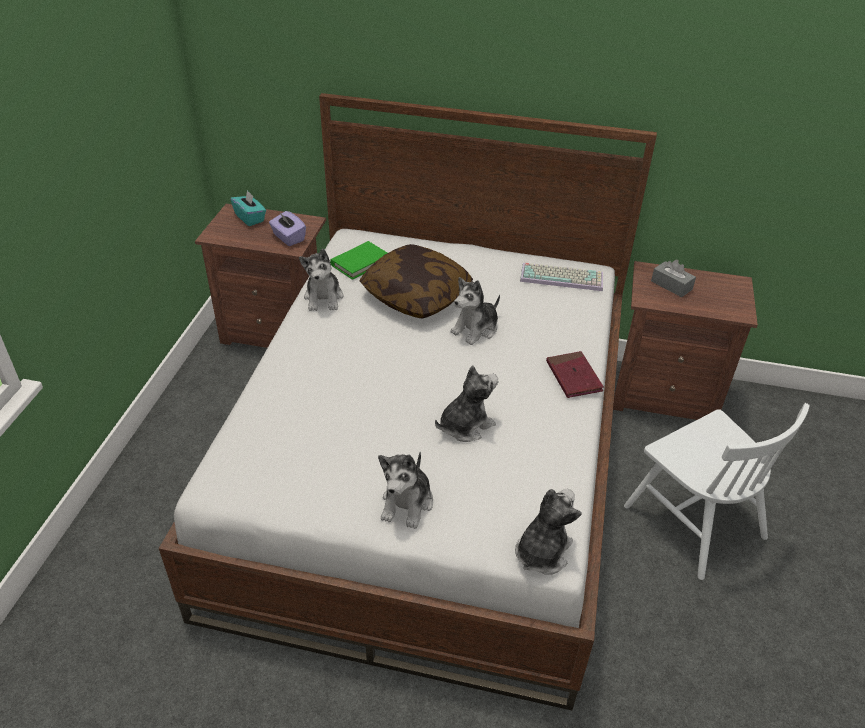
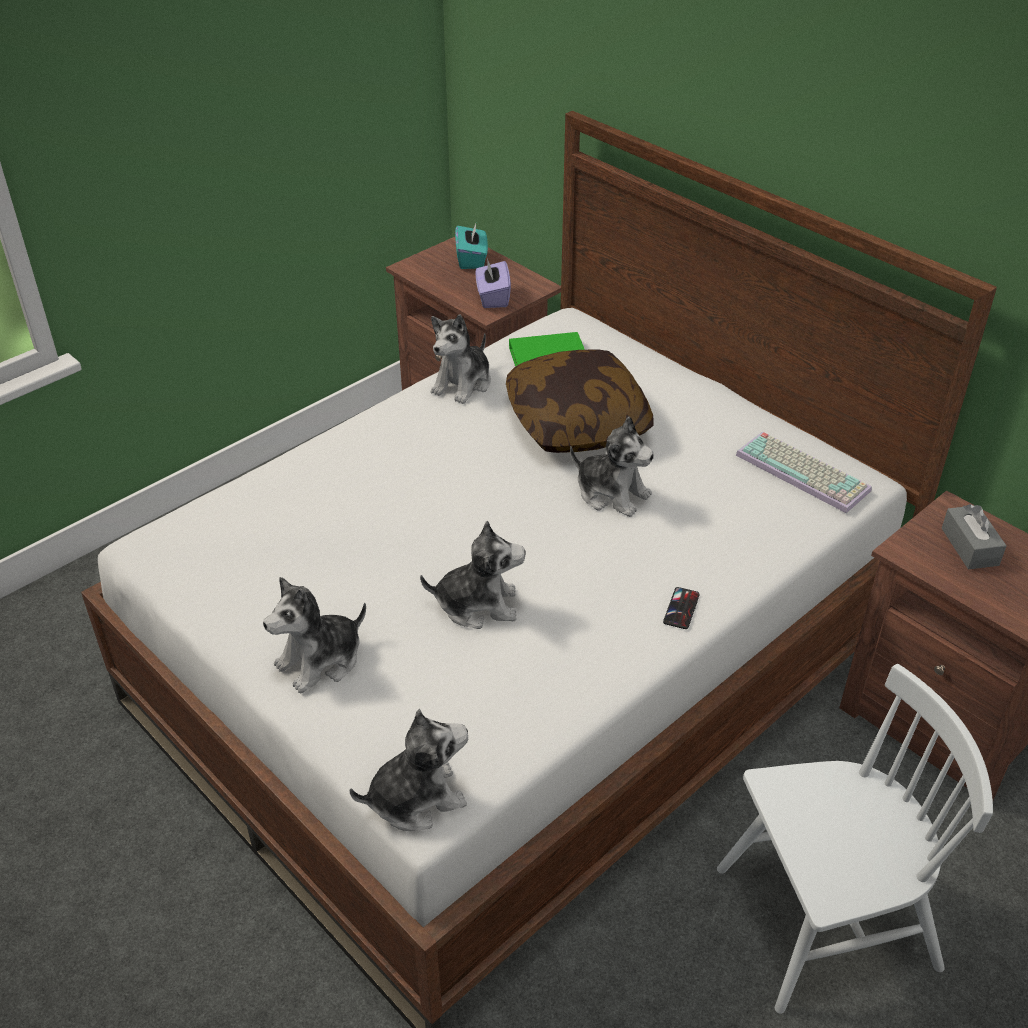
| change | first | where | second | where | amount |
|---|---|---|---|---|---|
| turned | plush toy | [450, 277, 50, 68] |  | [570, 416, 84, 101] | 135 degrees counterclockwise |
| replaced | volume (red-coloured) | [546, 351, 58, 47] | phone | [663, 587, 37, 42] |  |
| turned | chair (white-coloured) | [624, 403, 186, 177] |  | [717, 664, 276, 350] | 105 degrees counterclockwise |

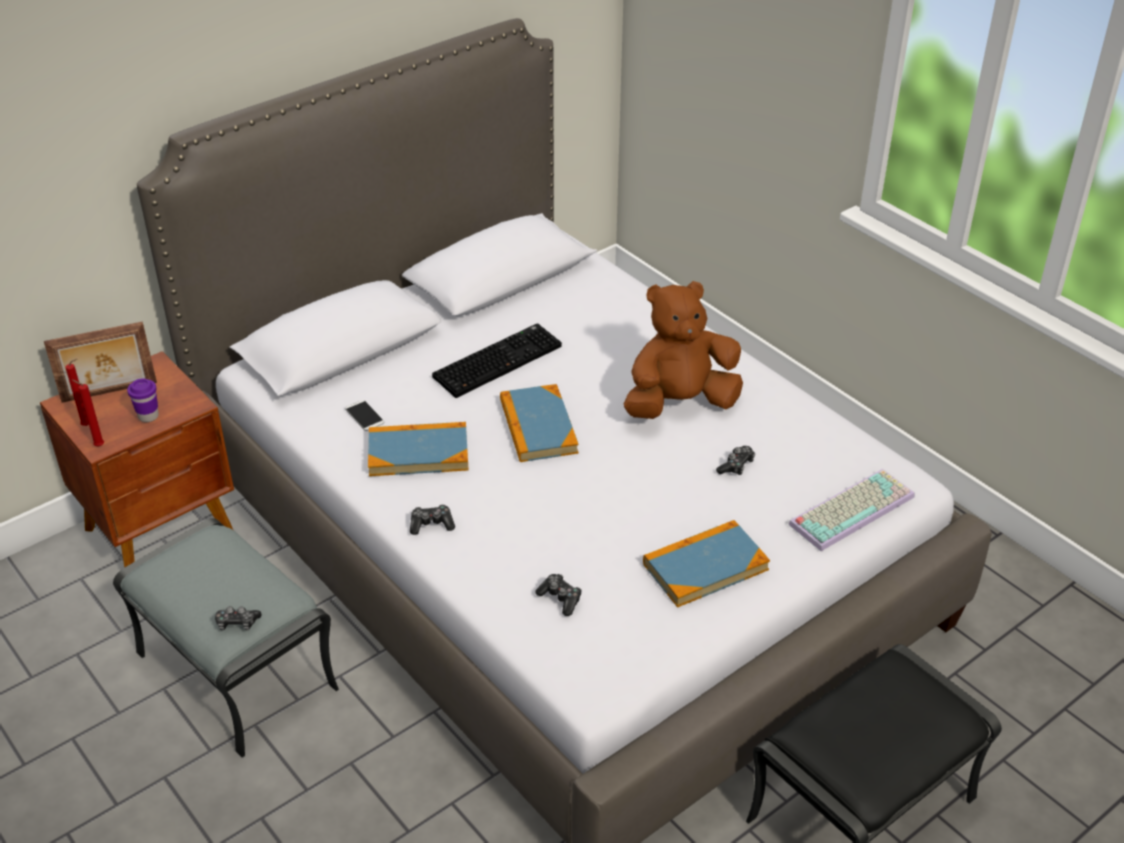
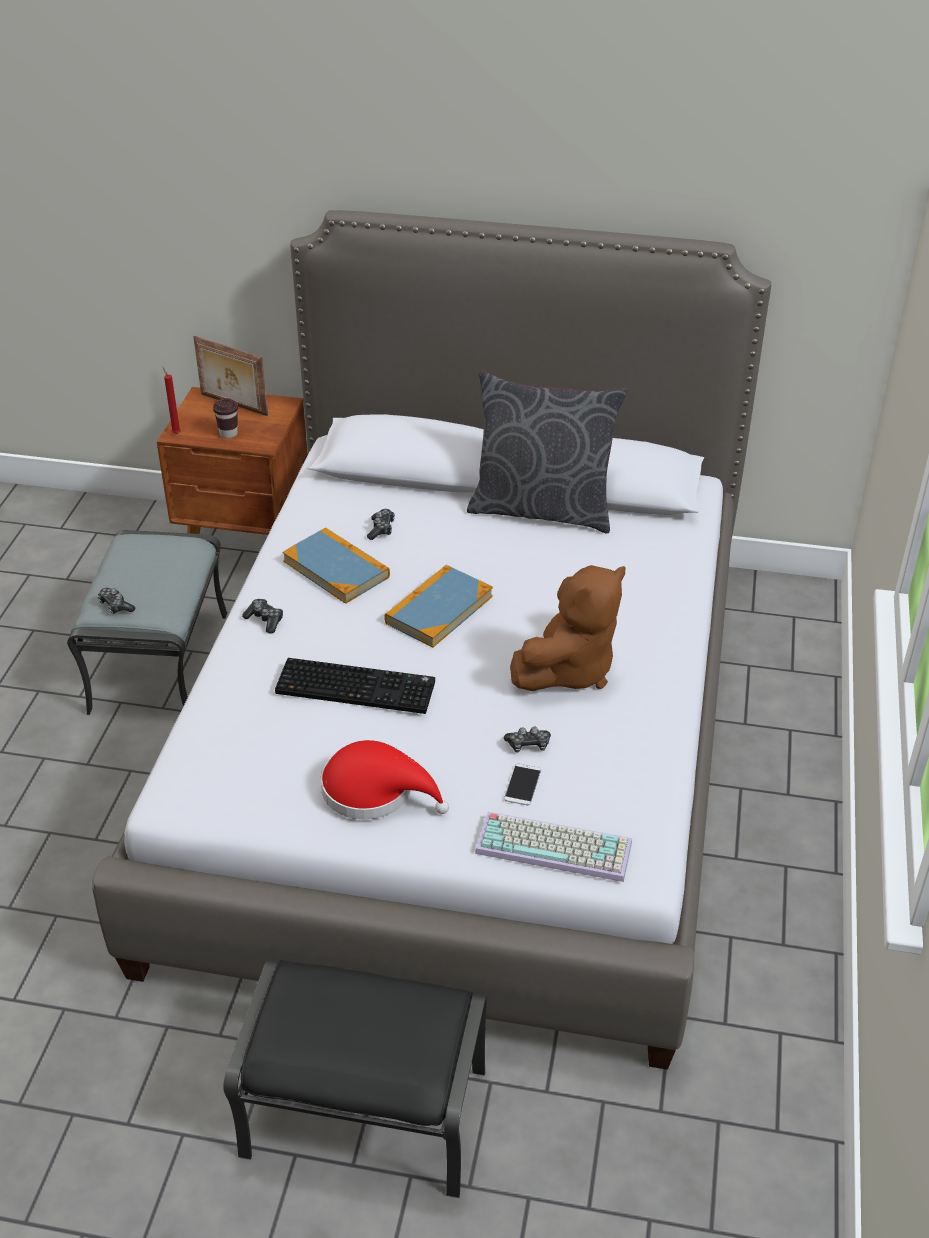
| change | first | where | second | where | amount |
|---|---|---|---|---|---|
| turned | plush toy (brown-coloured) | [624, 281, 119, 138] |  | [510, 565, 115, 126] | 105 degrees clockwise |
| moved | keyboard | [432, 323, 130, 75] |  | [275, 658, 160, 56] |  |
| removed | candle (red-coloured) | [66, 359, 23, 67] |  |  |  |
| recoloured | cup (purple-coloured) | [127, 378, 32, 44] | cup (brown-coloured) | [213, 398, 25, 40] |  |
| moved | phone | [345, 400, 39, 31] |  | [504, 764, 37, 41] |  |
| replaced | volume | [643, 520, 127, 88] | clothing hat (red-coloured) | [321, 740, 128, 80] |  |
| moved | game controller | [535, 574, 47, 42] |  | [367, 509, 28, 31] |  |
| added |  |  | throw pillow (gray) | [467, 371, 160, 163] |  |

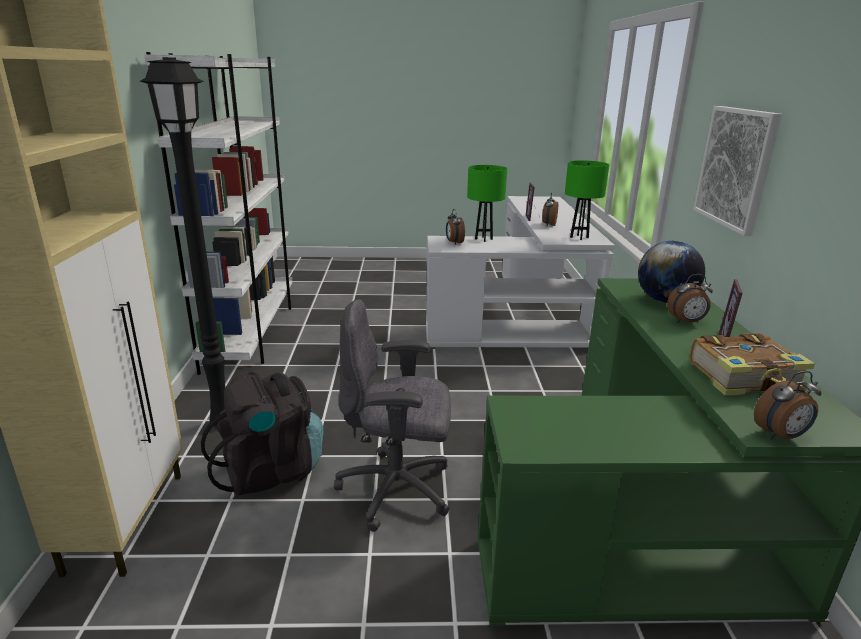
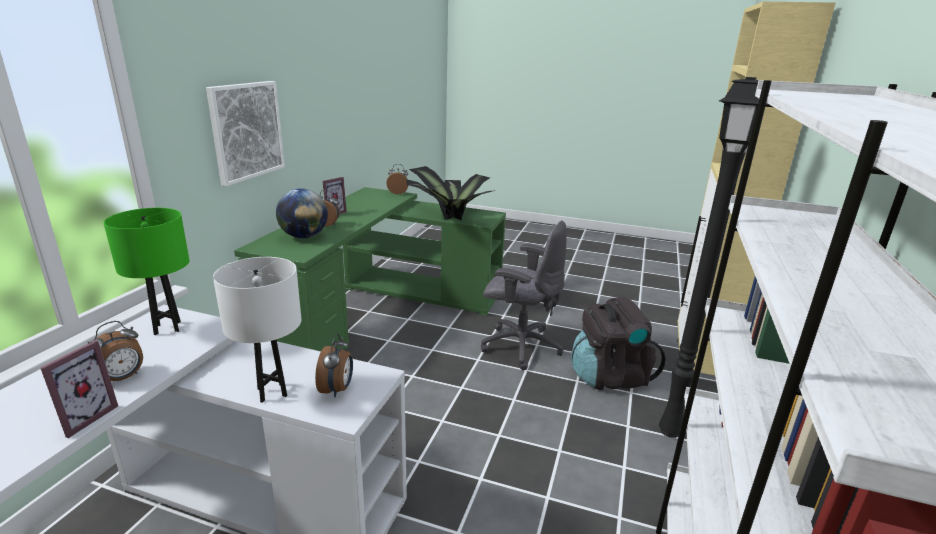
| change | first | where | second | where | amount |
|---|---|---|---|---|---|
| recoloured | tabletop lamp (green-coloured) | [467, 165, 40, 77] | tabletop lamp (white-coloured) | [213, 257, 88, 146] |  |
| removed | volume | [689, 333, 126, 63] |  |  |  |
| added |  |  | plant in a pot | [406, 166, 90, 54] |  |

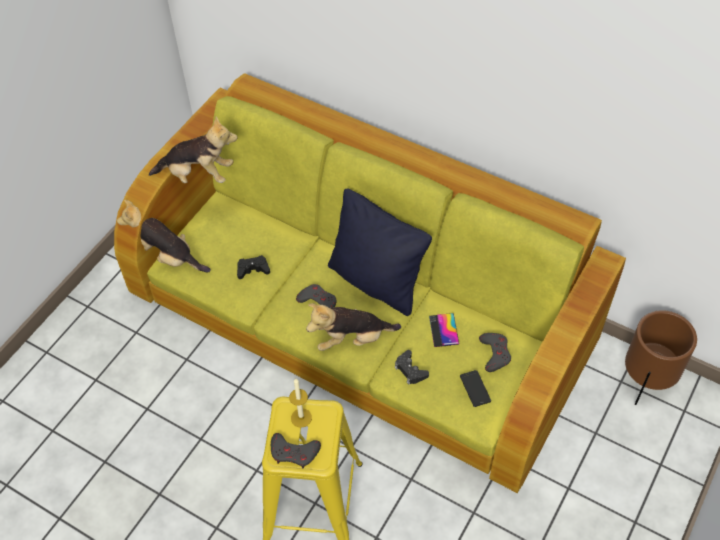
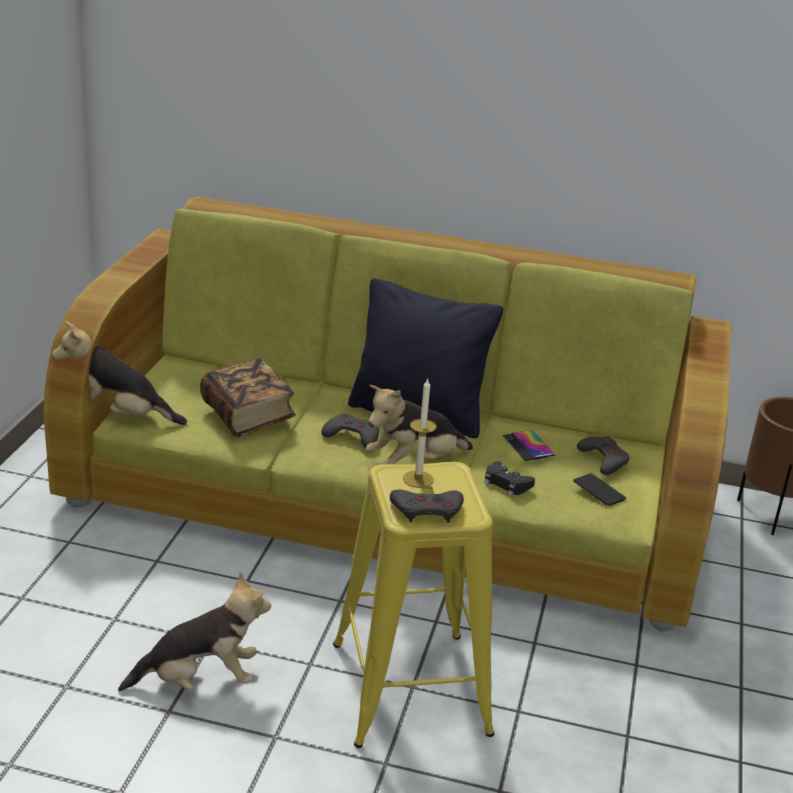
| change | first | where | second | where | amount |
|---|---|---|---|---|---|
| moved | plush toy | [149, 116, 89, 67] |  | [118, 572, 153, 120] |  |
| replaced | game controller (blackish) | [237, 255, 33, 24] | volume | [200, 358, 96, 79] |  |

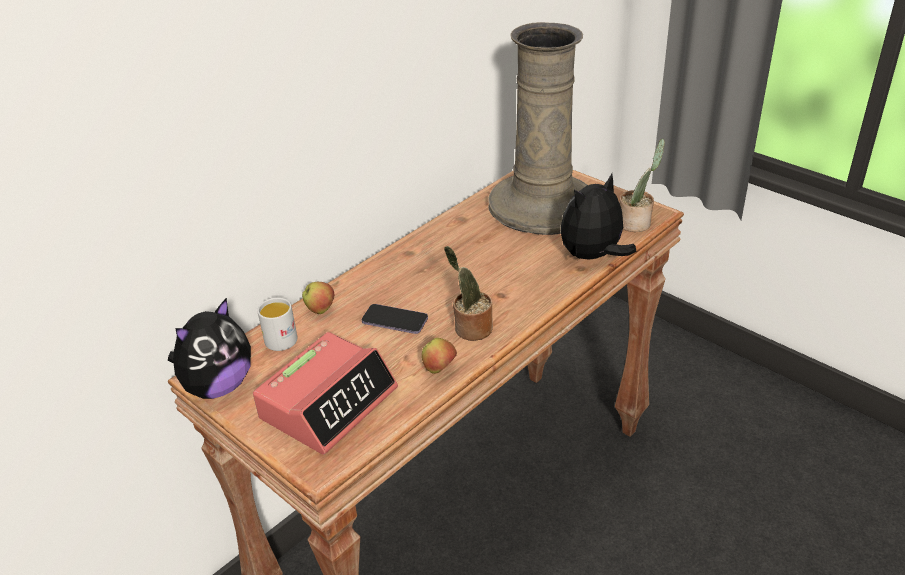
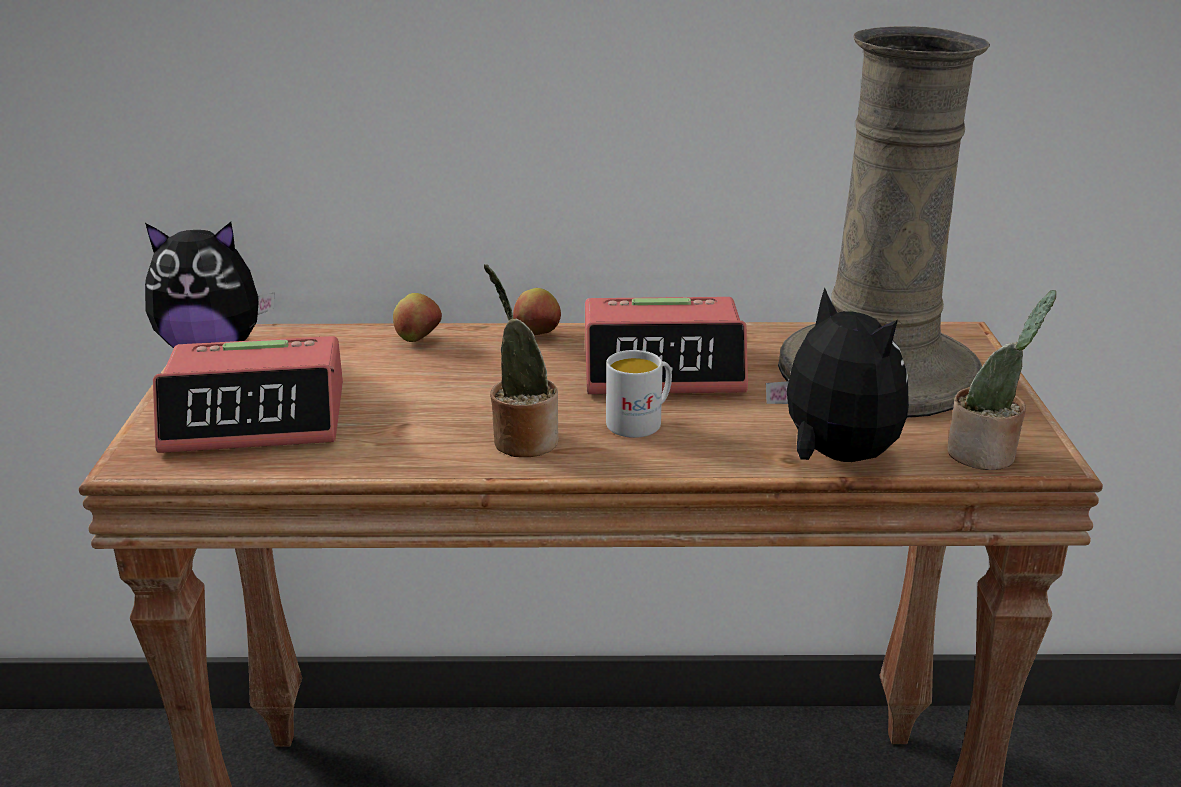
| change | first | where | second | where | amount |
|---|---|---|---|---|---|
| turned | plush toy | [561, 174, 75, 86] |  | [766, 287, 143, 175] | 45 degrees clockwise |
| moved | tea mug (white-coloured) | [257, 298, 40, 53] |  | [606, 350, 66, 88] |  |
| removed | phone | [362, 304, 66, 30] |  |  |  |
| moved | whole apple | [422, 338, 35, 36] |  | [513, 288, 48, 47] |  |
| added |  |  | table clock | [585, 297, 163, 97] |  |

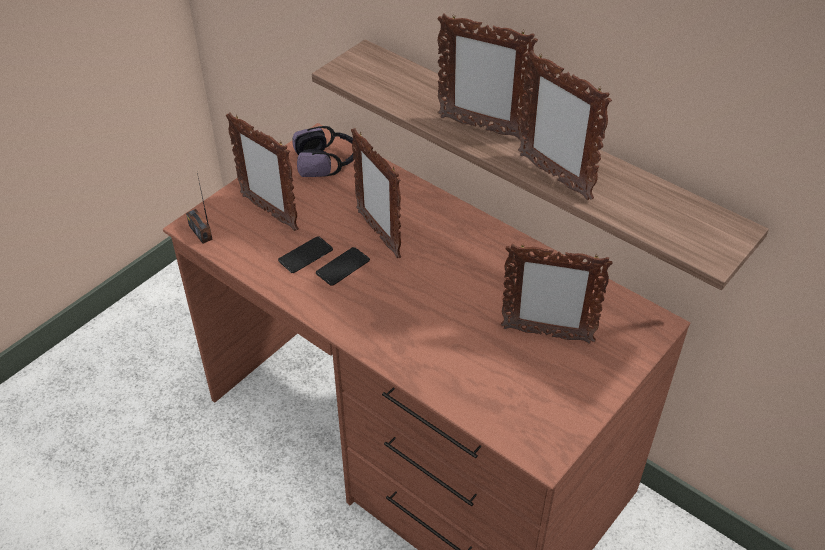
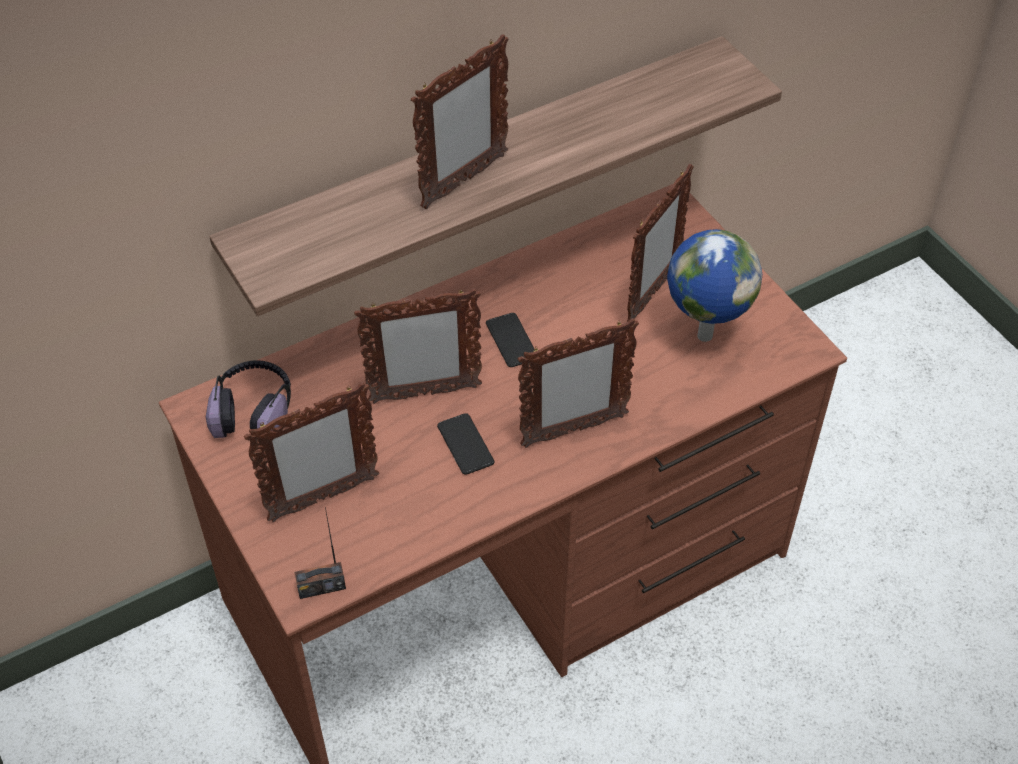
| change | first | where | second | where | amount |
|---|---|---|---|---|---|
| moved | photo frame | [518, 50, 94, 150] |  | [518, 318, 121, 130] |  |
| moved | phone | [278, 236, 55, 37] |  | [486, 313, 49, 54] |  |
| added |  |  | world globe | [667, 229, 95, 113] |  |

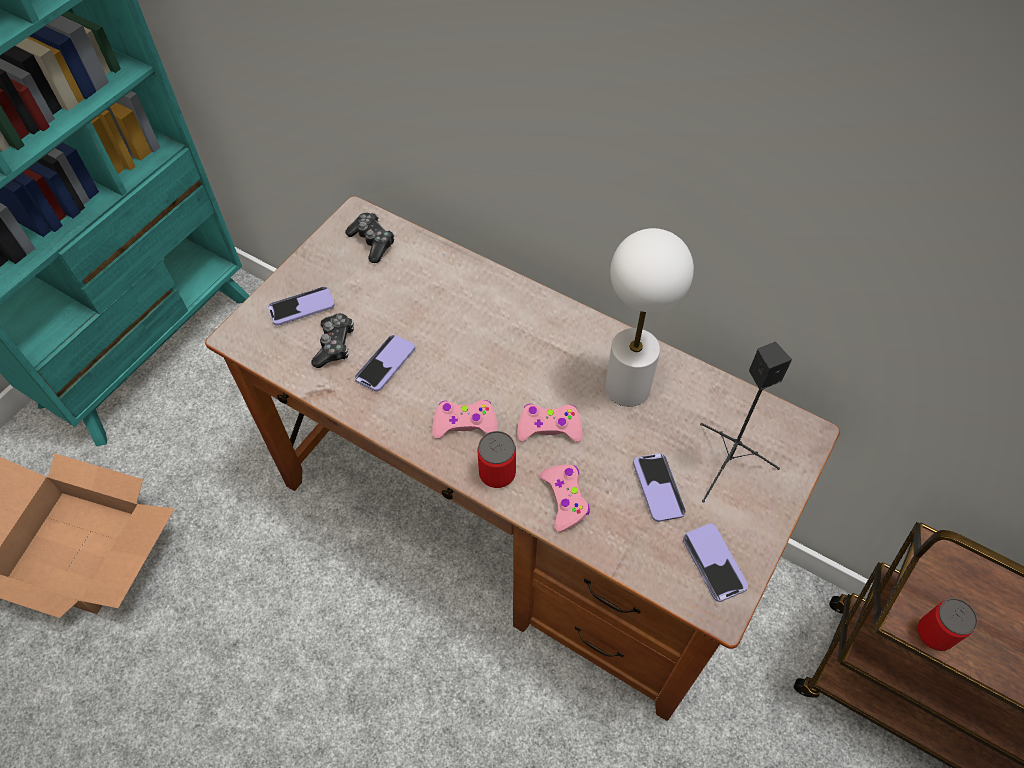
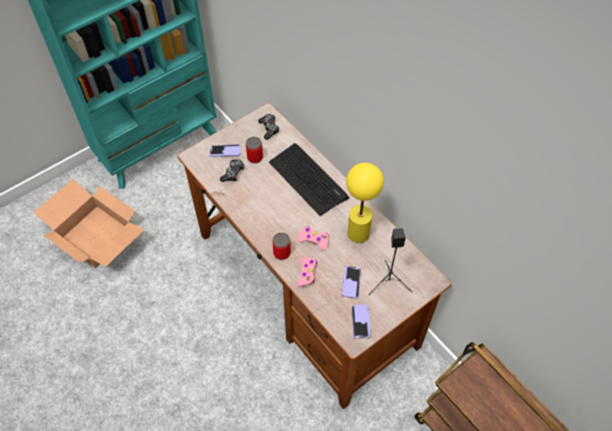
| change | first | where | second | where | amount |
|---|---|---|---|---|---|
| recoloured | tabletop lamp (white-coloured) | [605, 228, 89, 179] | tabletop lamp (yellowish) | [346, 163, 38, 80] |  |
| removed | phone | [355, 335, 60, 57] |  |  |  |
| removed | game controller (pinkish) | [432, 400, 66, 39] |  |  |  |
| moved | sealed can | [918, 598, 60, 53] |  | [246, 137, 17, 26] |  |
| added |  |  | keyboard | [269, 143, 80, 73] |  |

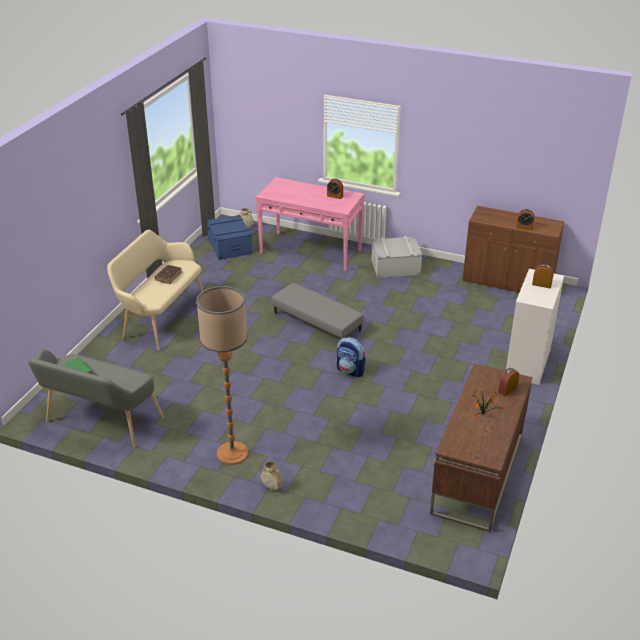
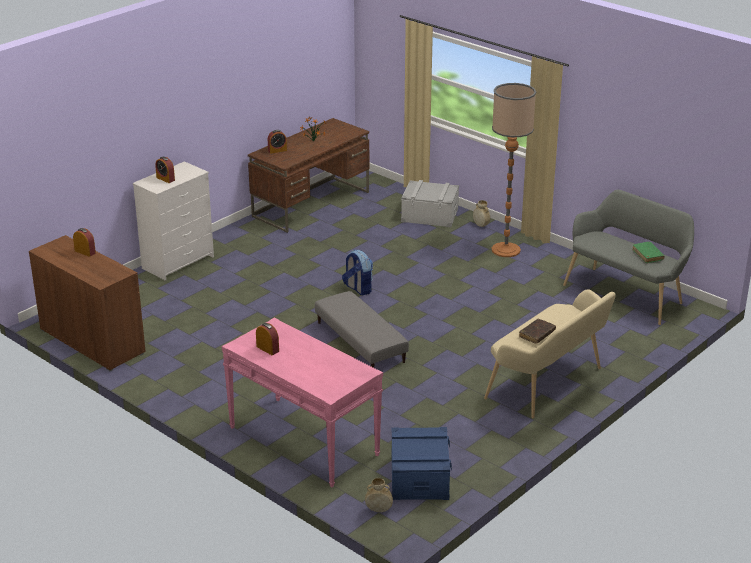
| change | first | where | second | where | amount |
|---|---|---|---|---|---|
| moved | storage container (gray) | [371, 236, 51, 42] |  | [401, 180, 58, 47] |  |

